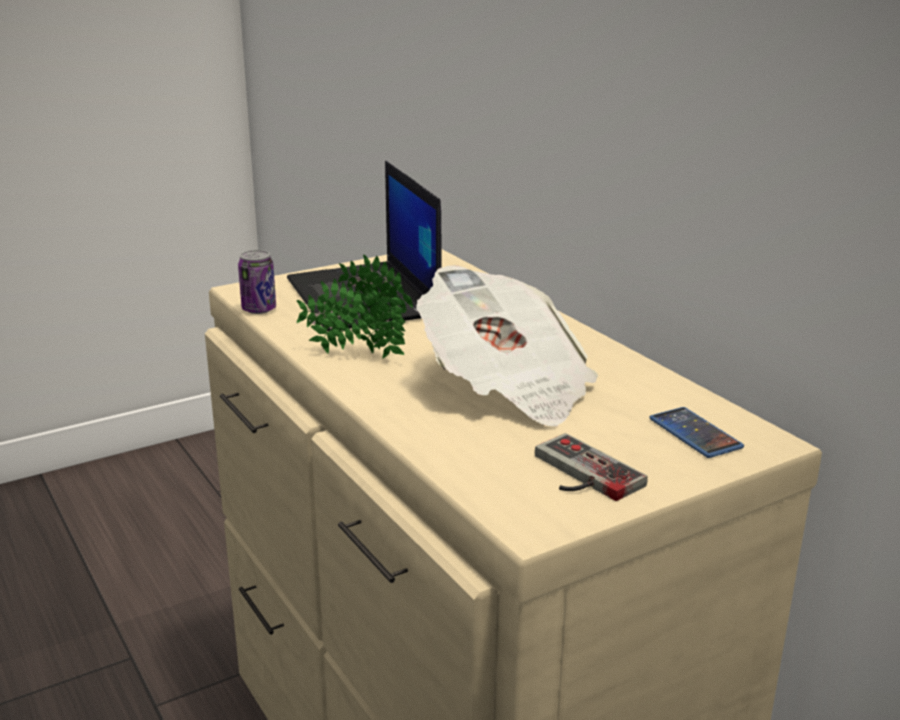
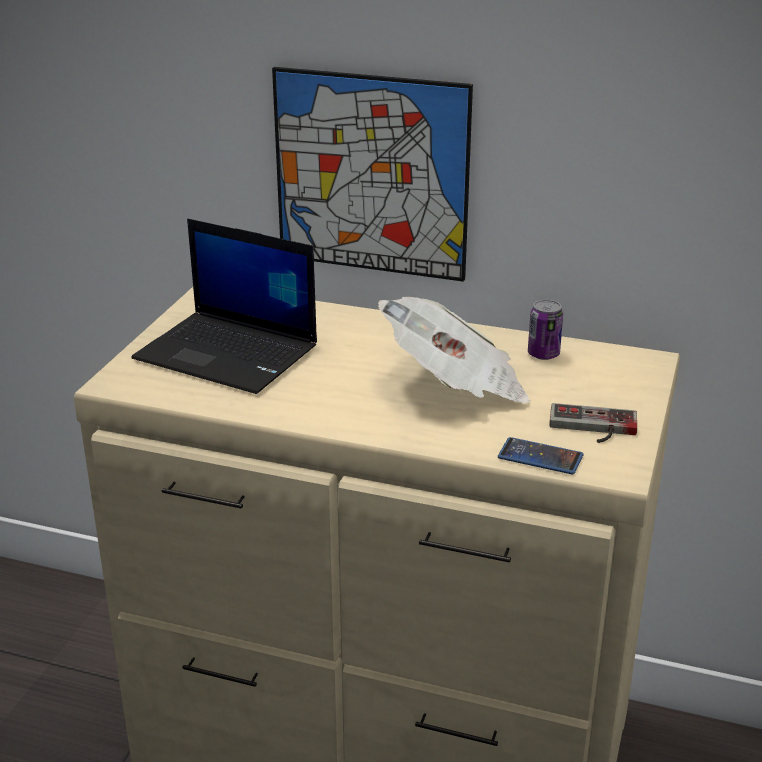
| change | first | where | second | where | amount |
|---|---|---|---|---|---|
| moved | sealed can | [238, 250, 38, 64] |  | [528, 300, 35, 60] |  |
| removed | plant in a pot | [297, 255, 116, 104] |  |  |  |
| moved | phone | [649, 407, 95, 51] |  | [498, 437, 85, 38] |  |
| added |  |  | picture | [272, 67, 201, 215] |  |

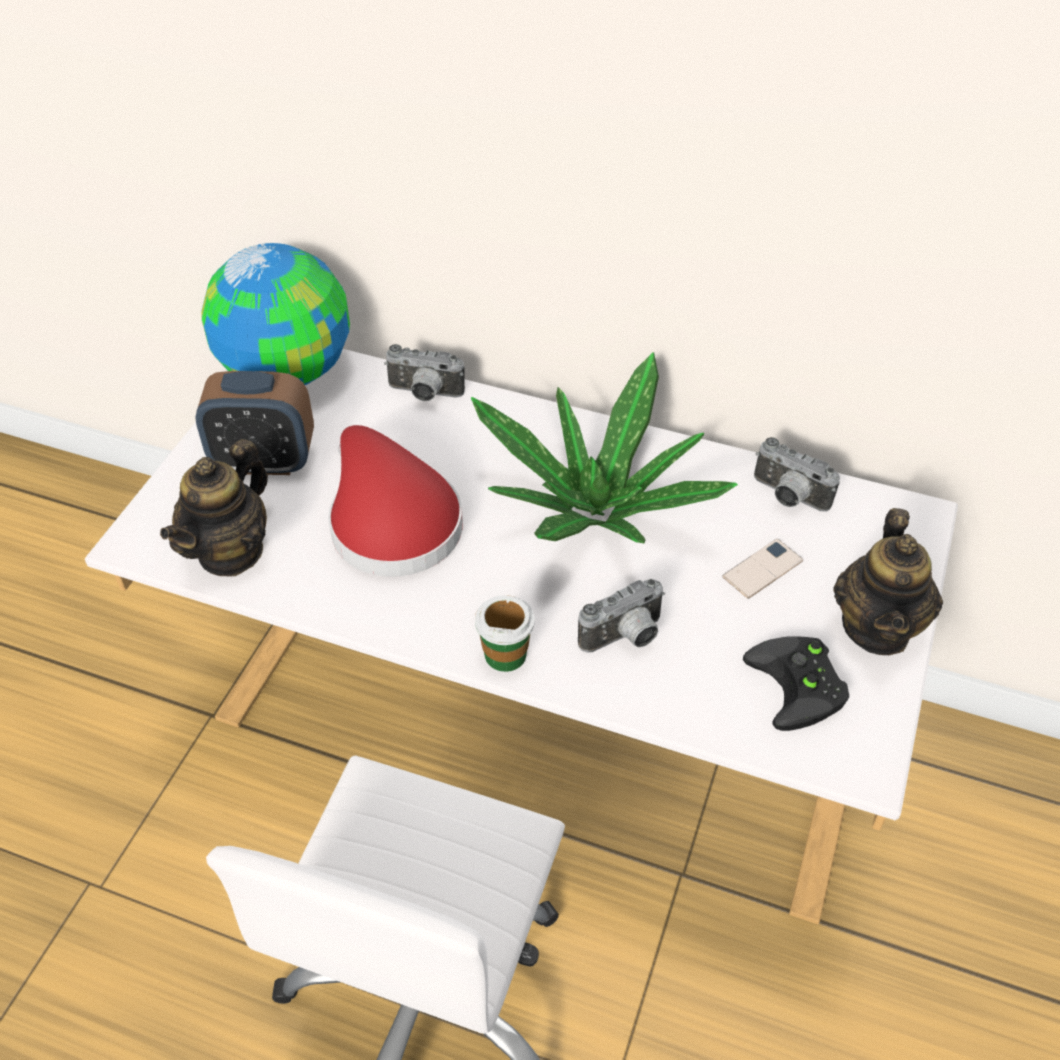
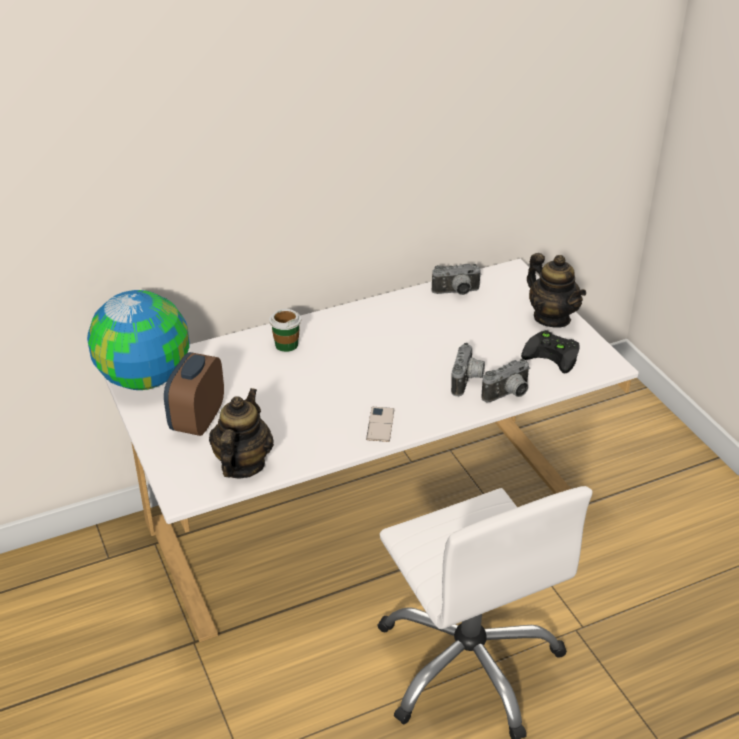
| change | first | where | second | where | amount |
|---|---|---|---|---|---|
| moved | still camera | [384, 344, 81, 57] |  | [482, 359, 48, 43] |  |
| removed | plant in a pot | [471, 352, 267, 191] |  |  |  |
| turned | table clock | [195, 371, 119, 104] |  | [164, 352, 60, 84] | 150 degrees clockwise |
| removed | clothing hat (red-coloured) | [328, 425, 135, 152] |  |  |  |
| turned | pot for tea | [160, 439, 108, 138] |  | [209, 388, 65, 91] | 150 degrees counterclockwise |
| moved | phone | [722, 539, 81, 60] |  | [366, 407, 28, 35] |  |
| moved | cup | [475, 595, 60, 77] |  | [269, 309, 32, 43] |  |

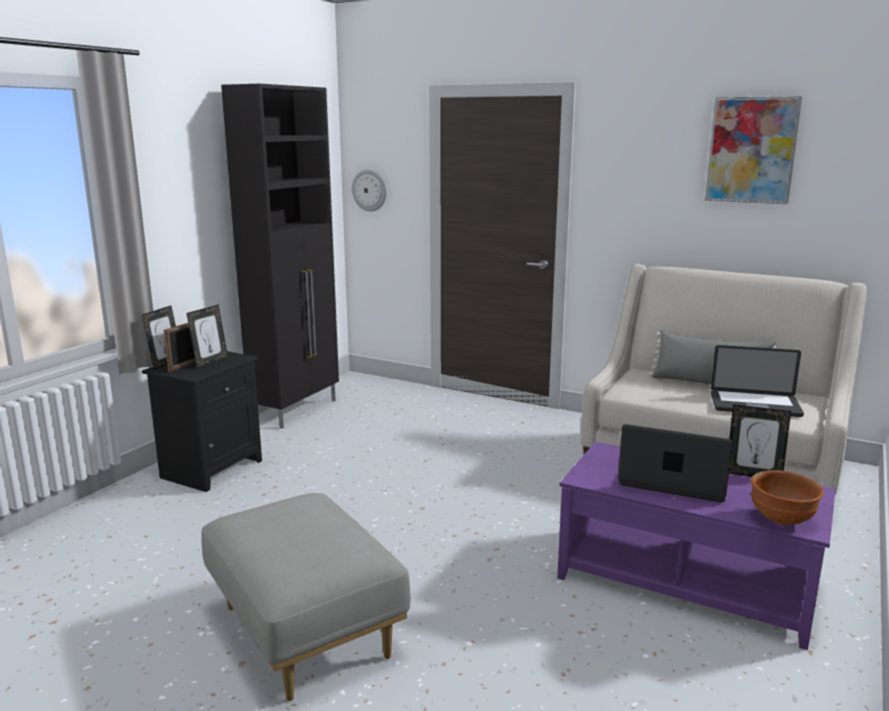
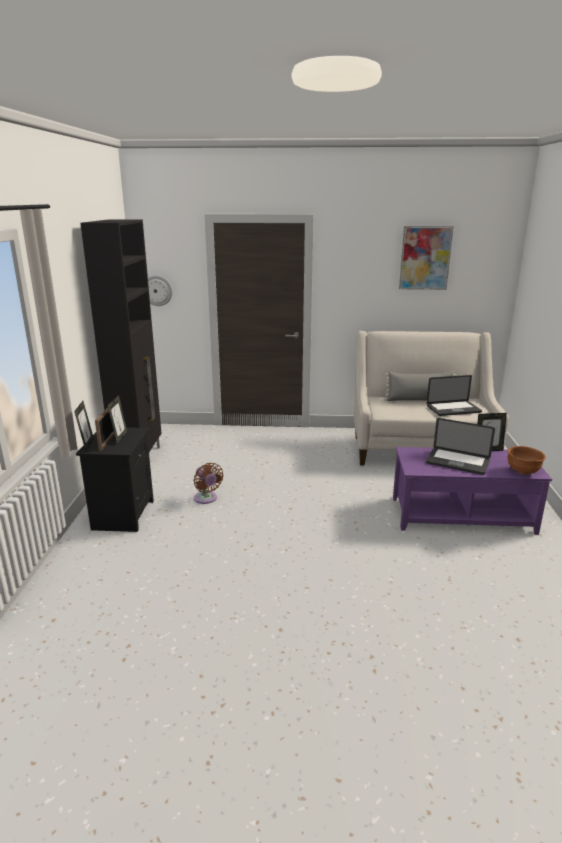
| change | first | where | second | where | amount |
|---|---|---|---|---|---|
| turned | laptop | [618, 424, 115, 78] |  | [426, 418, 69, 57] | 150 degrees counterclockwise |
| removed | footrest (gray) | [201, 493, 210, 208] |  |  |  |
| added |  |  | fan (brown-coloured) | [194, 463, 30, 41] |  |

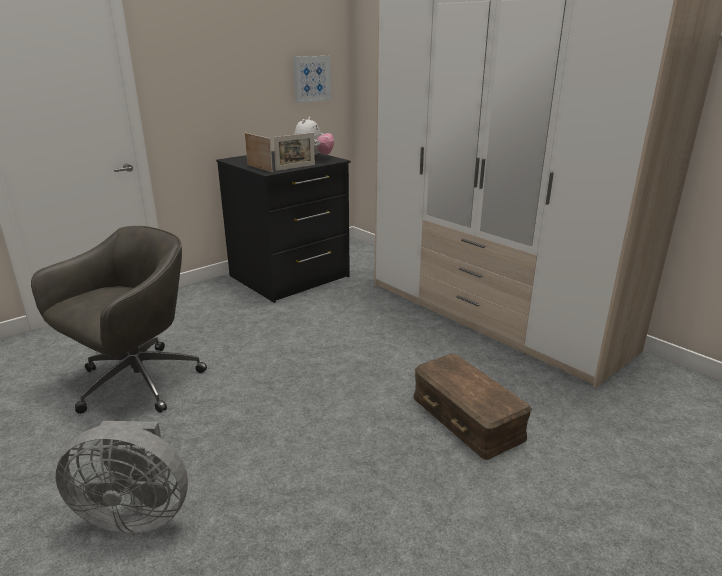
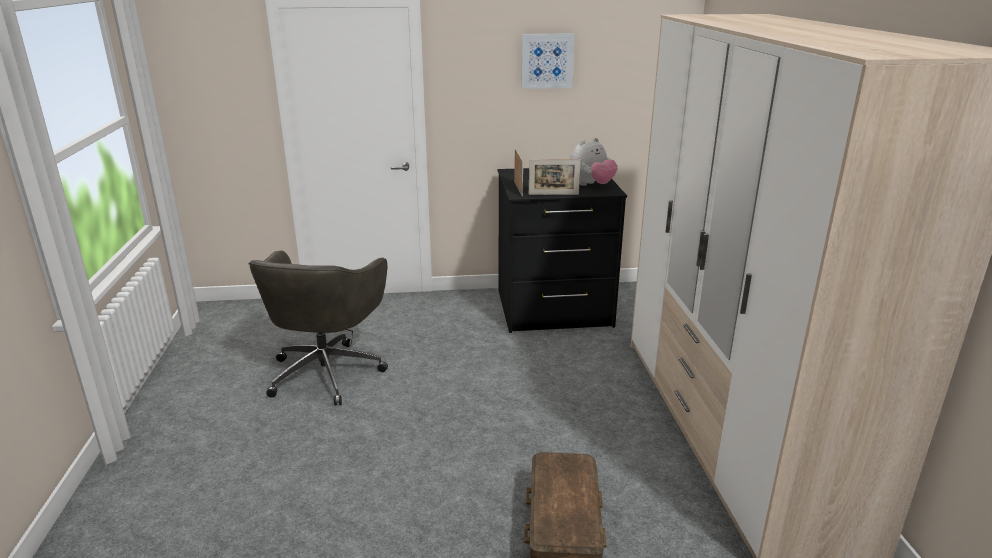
| change | first | where | second | where | amount |
|---|---|---|---|---|---|
| moved | picture | [293, 56, 38, 47] |  | [521, 33, 54, 56] |  |
| turned | desk chair (gray) | [31, 226, 176, 188] |  | [248, 250, 140, 156] | 120 degrees clockwise |
| removed | fan (gray) | [56, 421, 132, 113] |  |  |  |

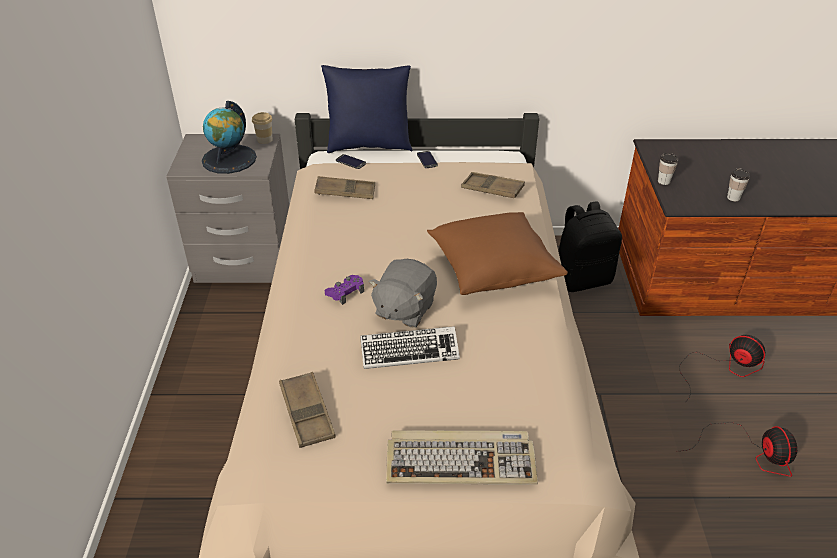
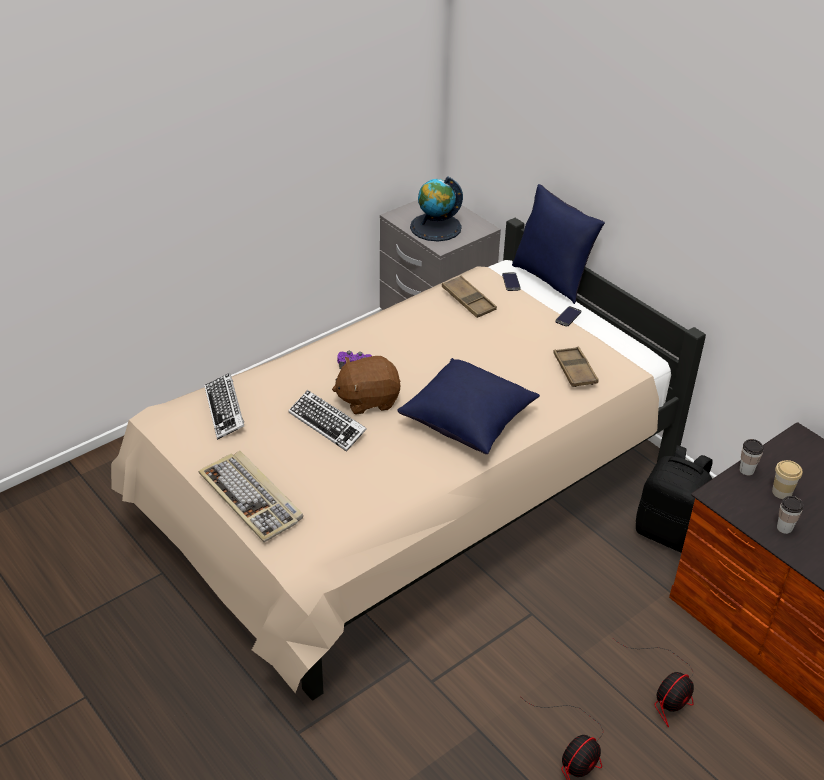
| change | first | where | second | where | amount |
|---|---|---|---|---|---|
| moved | cup | [252, 112, 21, 32] |  | [772, 460, 30, 39] |  |
| recoloured | throw pillow (brown-coloured) | [427, 212, 141, 83] | throw pillow (bluish) | [397, 358, 143, 96] |  |
| recoloured | plush toy (gray) | [369, 259, 68, 69] | plush toy (brown-coloured) | [332, 356, 68, 59] |  |
| turned | fan | [679, 335, 86, 68] |  | [613, 638, 81, 89] | 45 degrees clockwise |
| replaced | carrying tray (brown-coloured) | [279, 372, 56, 76] | keyboard | [204, 373, 40, 67] |  |

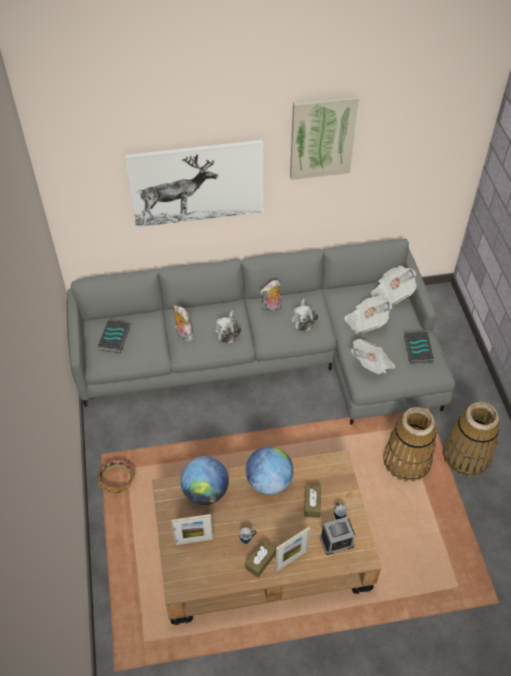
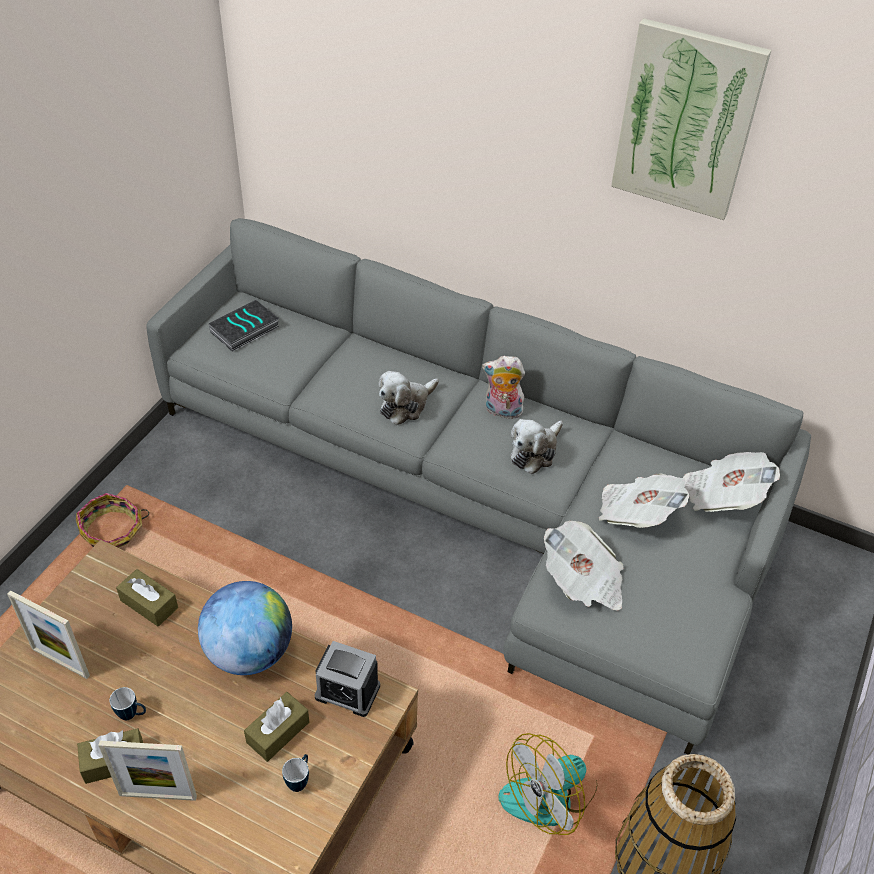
| change | first | where | second | where | amount |
|---|---|---|---|---|---|
| removed | picture | [125, 140, 138, 87] |  |  |  |
| removed | plush toy | [174, 305, 20, 37] |  |  |  |
| removed | volume | [404, 332, 30, 32] |  |  |  |
| replaced | household basket | [383, 407, 54, 75] | fan | [498, 733, 99, 102] |  |
| replaced | world globe | [180, 456, 49, 49] | box of tissues (brown-coloured) | [116, 569, 62, 58] |  |
| moved | table clock | [320, 517, 35, 38] |  | [315, 641, 65, 76] |  |

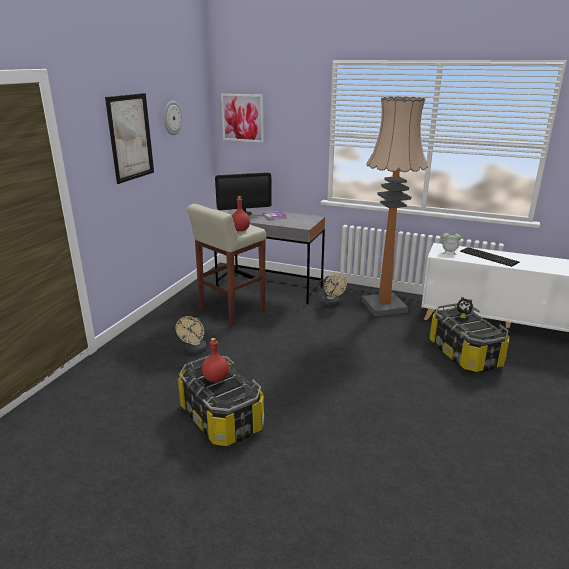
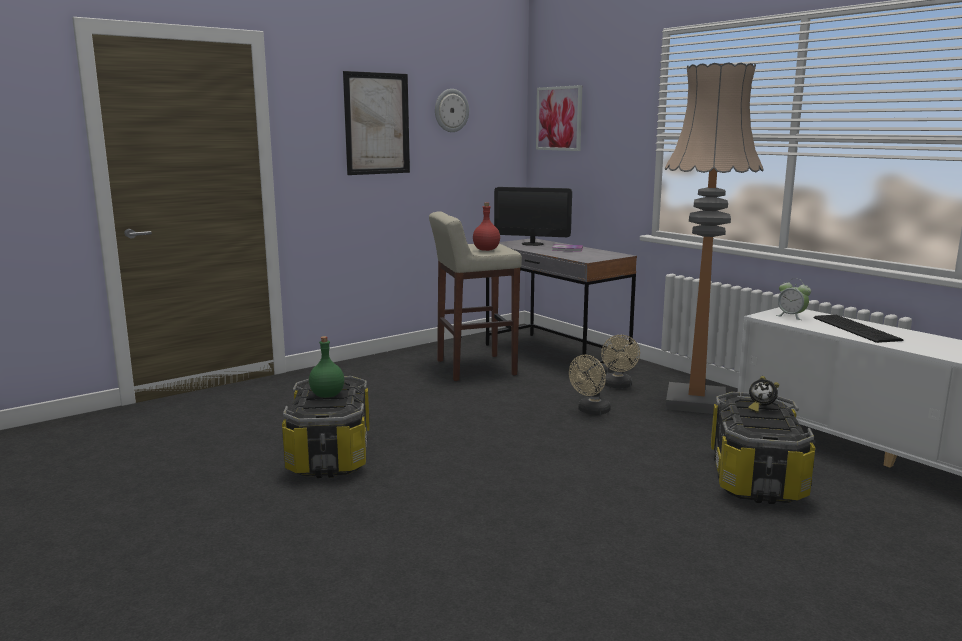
| change | first | where | second | where | amount |
|---|---|---|---|---|---|
| moved | fan (sand-coloured) | [176, 316, 31, 39] |  | [569, 355, 42, 60] |  |
| recoloured | beverage bottle (red-coloured) | [202, 338, 27, 45] | beverage bottle (green-coloured) | [309, 336, 35, 62] |  |

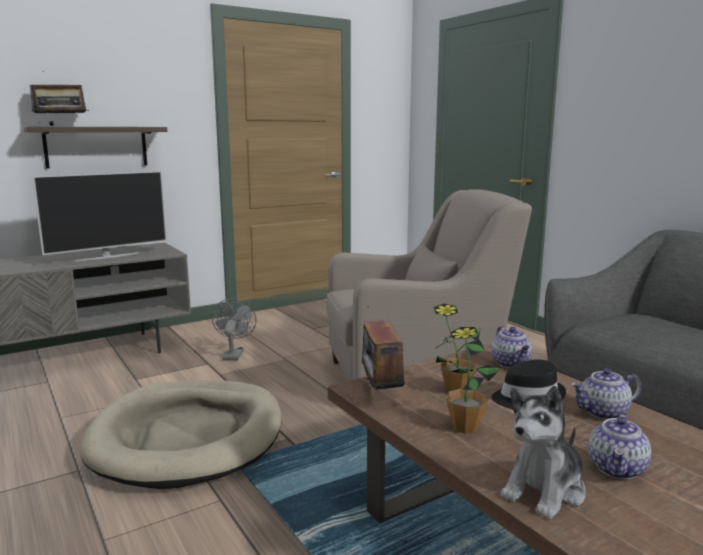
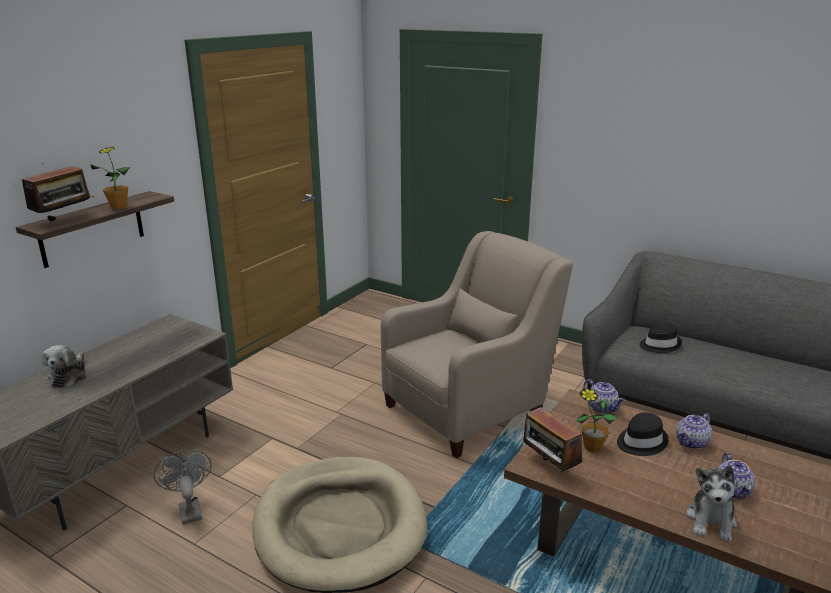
| change | first | where | second | where | amount |
|---|---|---|---|---|---|
| removed | TV | [32, 171, 135, 90] |  |  |  |
| moved | fan (gray) | [212, 299, 44, 61] |  | [154, 450, 58, 75] |  |
| moved | plant in a pot | [436, 327, 65, 107] |  | [91, 147, 39, 62] |  |
| added |  |  | clothing hat (blackish) | [640, 322, 42, 31] |  |
| added |  |  | plush toy | [42, 345, 44, 43] |  |

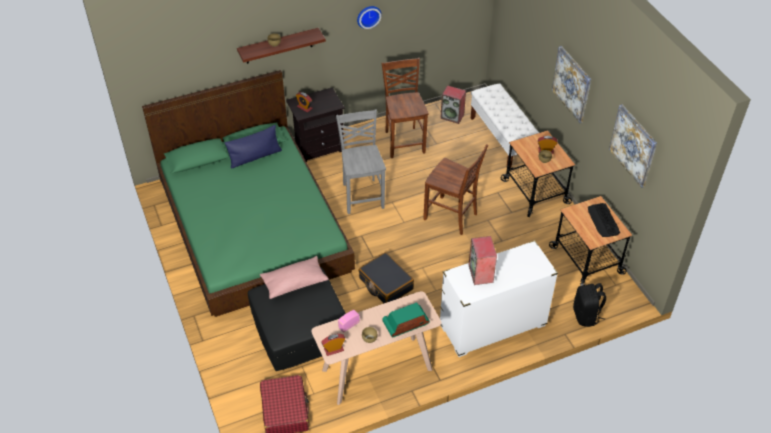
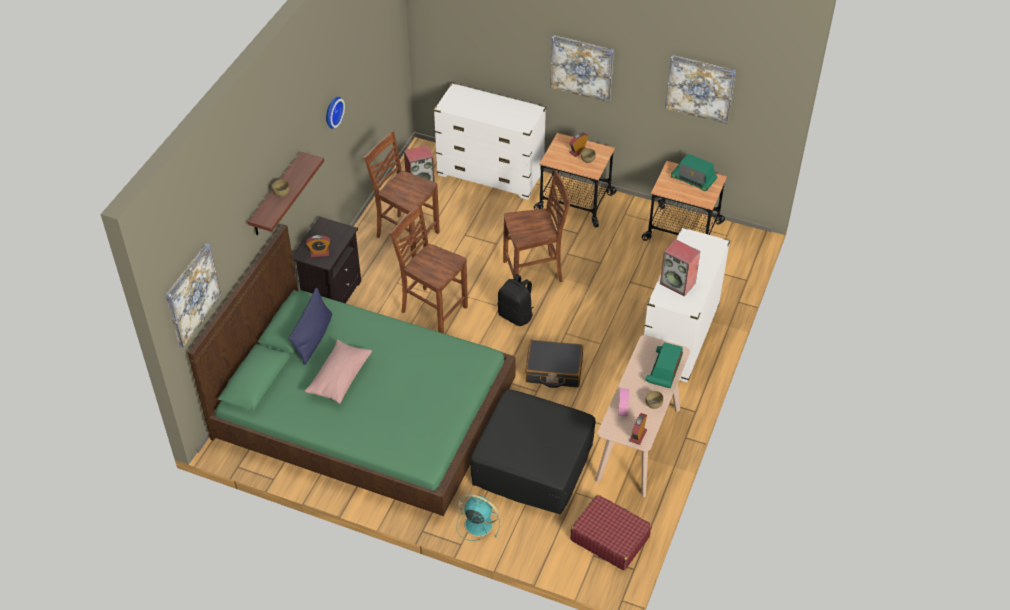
| change | first | where | second | where | amount |
|---|---|---|---|---|---|
| replaced | bench (white-coloured) | [471, 84, 68, 83] | chest of drawers (white-coloured) | [434, 83, 112, 117] |  |
| recoloured | chair (gray) | [336, 110, 50, 104] | chair (brown-coloured) | [390, 203, 78, 131] |  |
| replaced | keyboard | [588, 203, 32, 34] | radio | [671, 154, 46, 37] |  |
| moved | throw pillow (pinkish) | [260, 256, 69, 43] |  | [305, 340, 67, 64] |  |
| moved | rucksack (blackish) | [573, 283, 33, 44] |  | [498, 274, 36, 52] |  |
| added |  |  | picture | [166, 243, 55, 105] |  |
| added |  |  | fan (turquoise) | [456, 494, 44, 47] |  |

